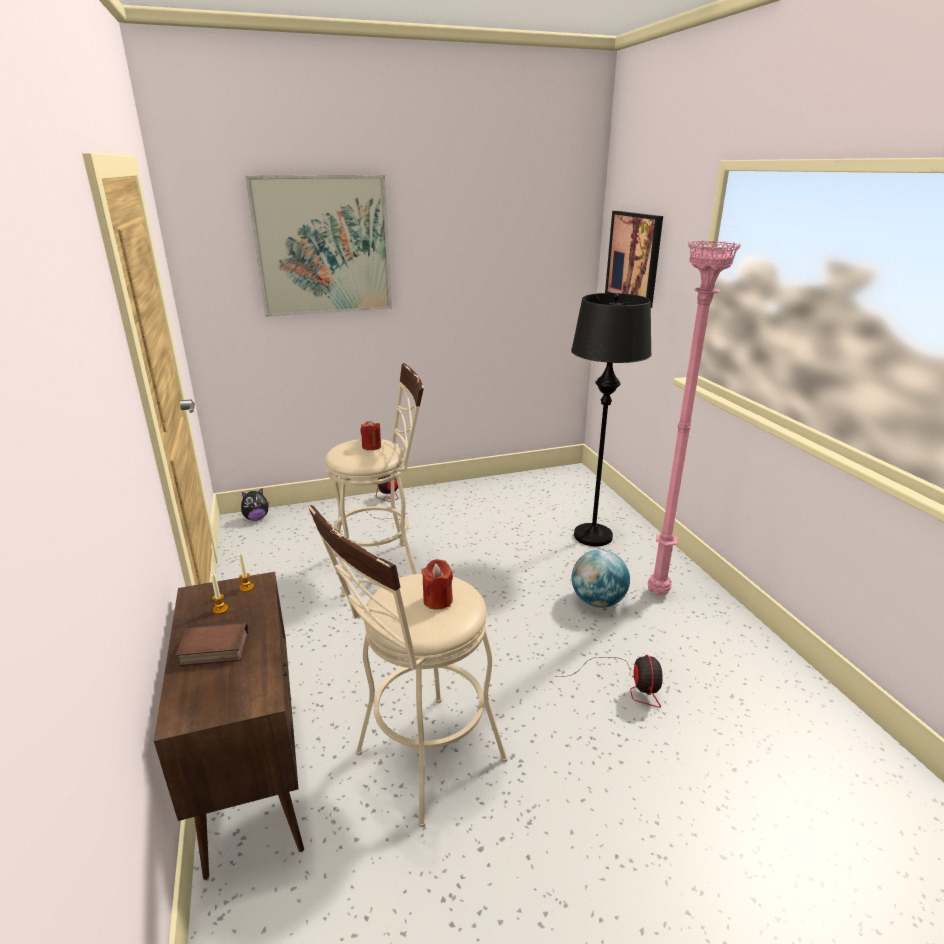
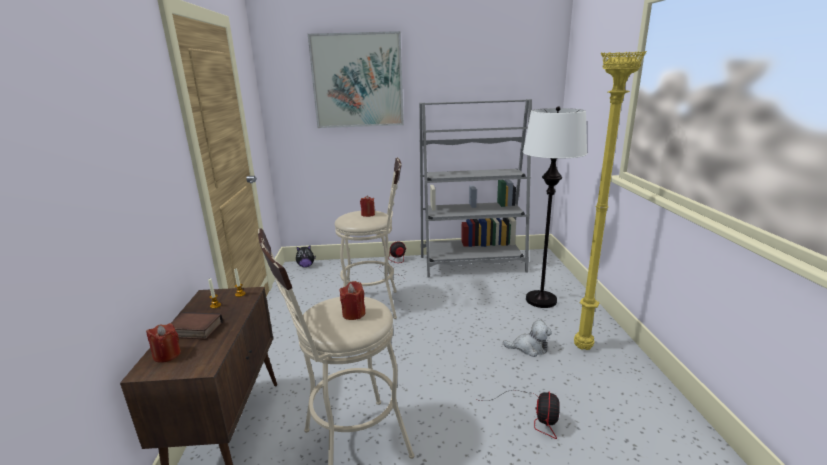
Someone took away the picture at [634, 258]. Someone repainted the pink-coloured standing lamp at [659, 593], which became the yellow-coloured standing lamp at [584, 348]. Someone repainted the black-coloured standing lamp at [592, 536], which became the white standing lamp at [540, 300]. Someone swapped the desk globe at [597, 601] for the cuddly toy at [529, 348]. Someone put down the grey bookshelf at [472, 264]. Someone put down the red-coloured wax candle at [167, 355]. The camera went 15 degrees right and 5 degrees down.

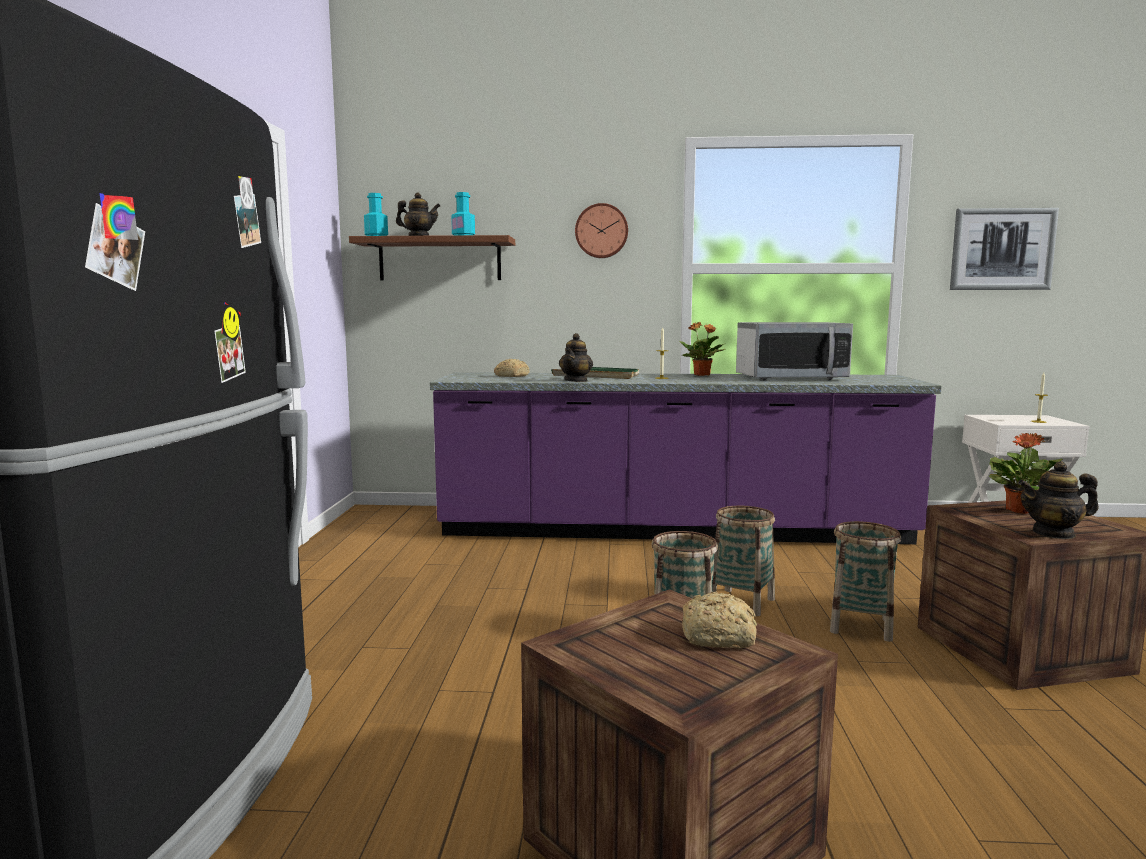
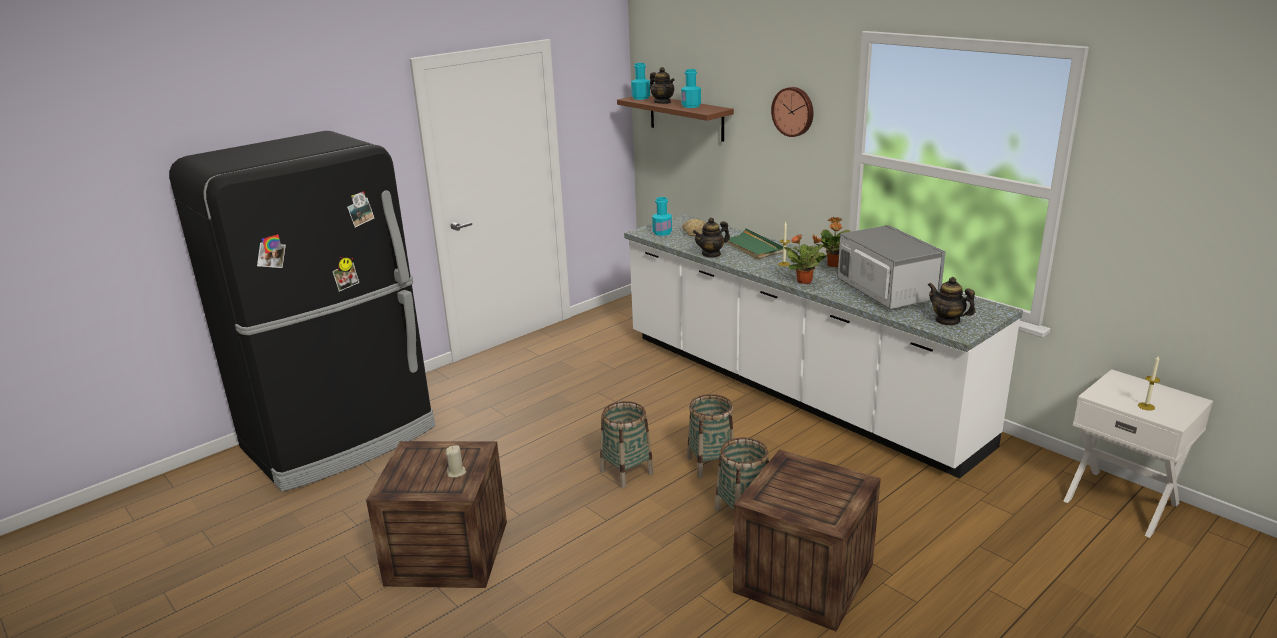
Someone took away the picture at [1002, 249]. Someone rotated the kitchen microwave at [790, 378] by 150 degrees counterclockwise. Someone repainted the purple-coloured kitchen counter at [672, 530], which became the white kitchen counter at [792, 389]. Someone carried the potted plant from [1020, 510] to [805, 281]. Someone carried the tea pot from [1054, 533] to [947, 321]. Someone swapped the bakery bread at [720, 637] for the beige-coloured wax candle at [456, 473]. Someone put down the blue-green drink bottle at [662, 233]. The camera went 45 degrees right and 15 degrees up.

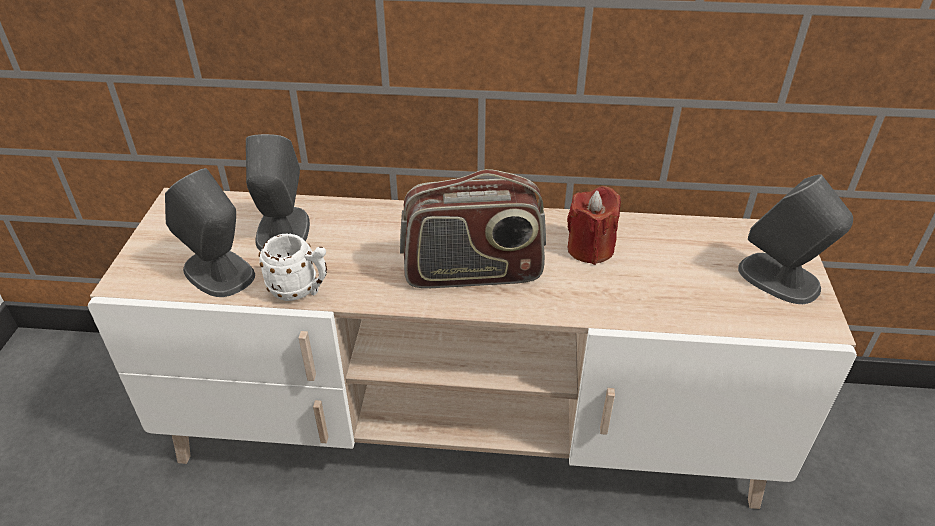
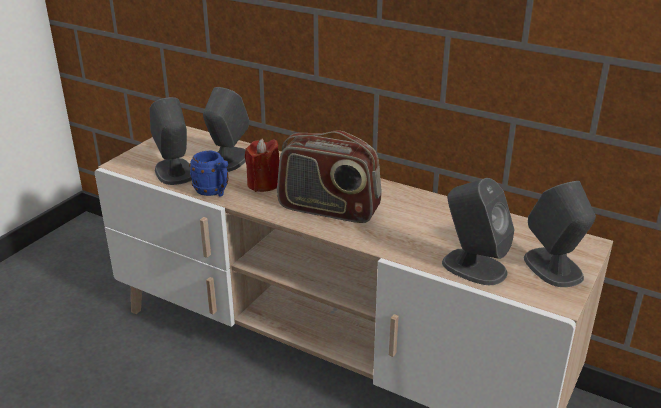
Someone carried the red-coloured wax candle from [590, 249] to [264, 184]. Someone repainted the white coffee mug at [300, 290], which became the bluish coffee mug at [214, 192]. Someone put down the grey audio speaker at [473, 267]. The camera went 25 degrees right and 10 degrees down.

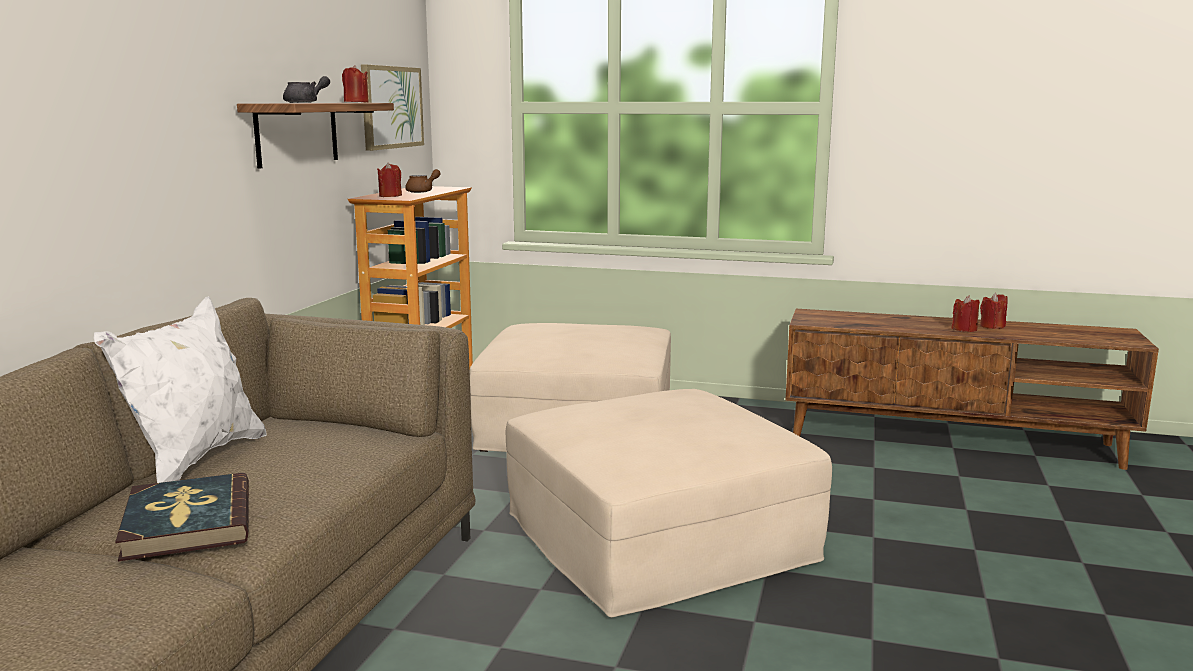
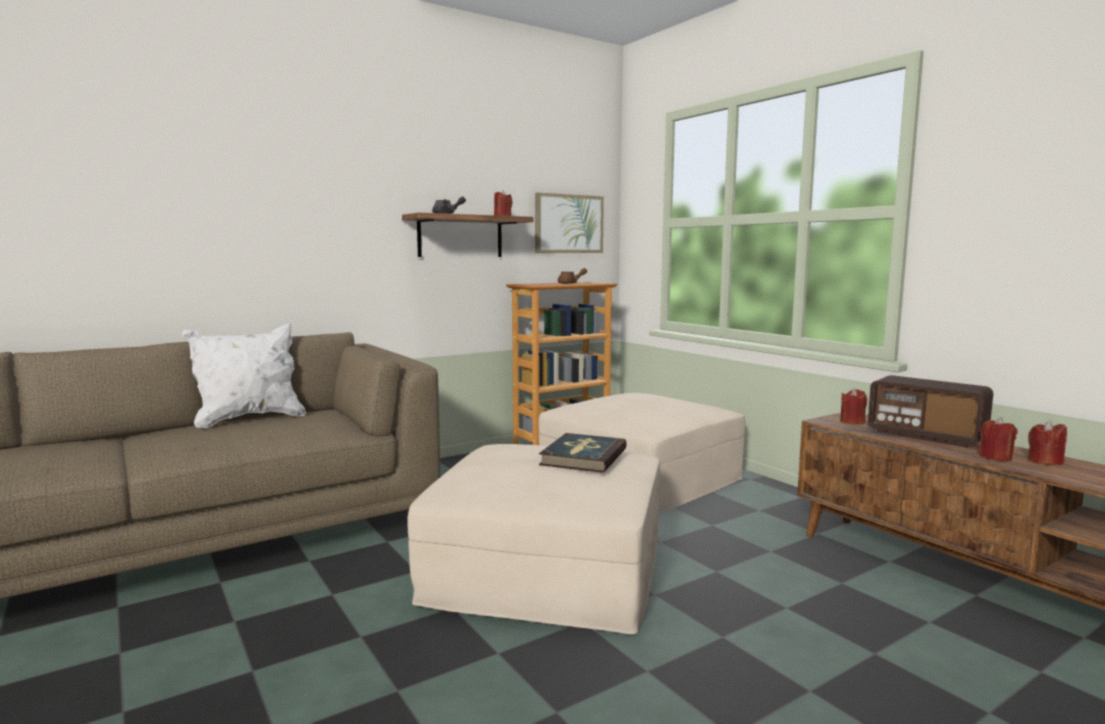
Someone carried the red-coloured wax candle from [390, 196] to [852, 421]. Someone carried the book from [187, 522] to [583, 457]. Someone put down the radio receiver at [926, 435]. The camera went 40 degrees right and 5 degrees down.

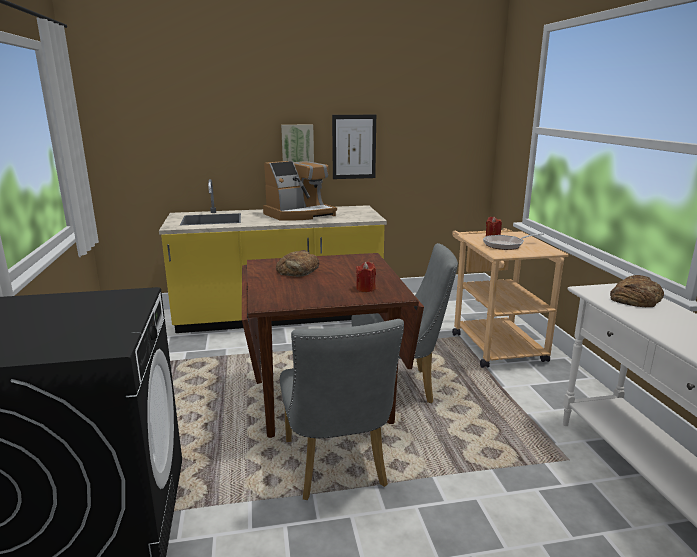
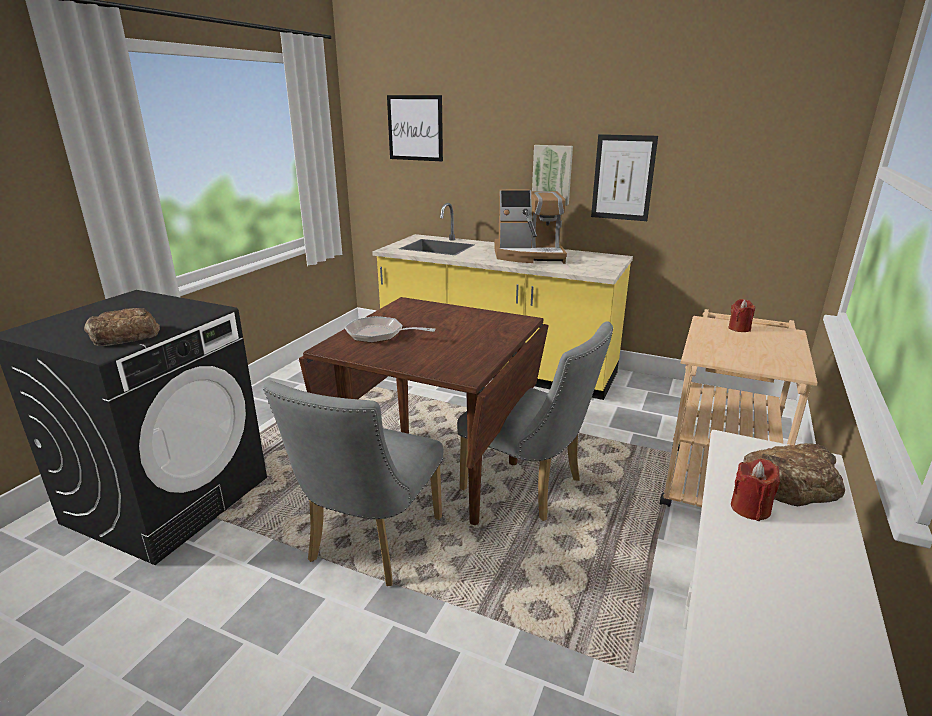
Someone carried the skillet from [506, 245] to [379, 334]. Someone carried the bakery bread from [298, 270] to [124, 335]. Someone carried the red-coloured wax candle from [365, 289] to [750, 508]. Someone put up the picture at [415, 128]. The camera went 35 degrees right and 5 degrees up.

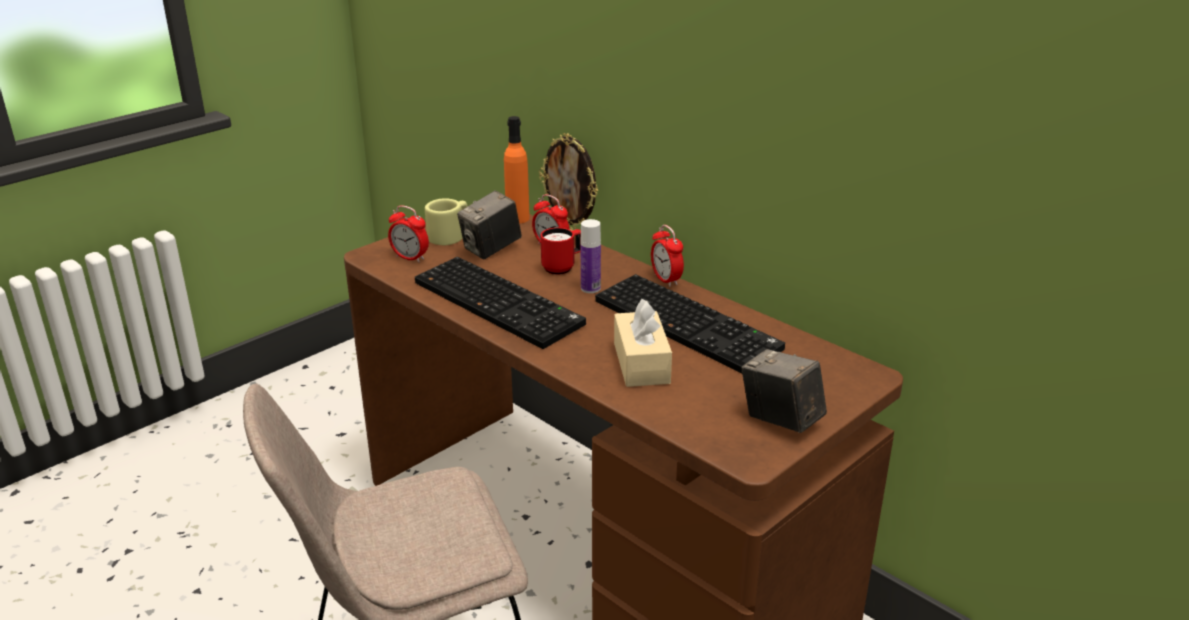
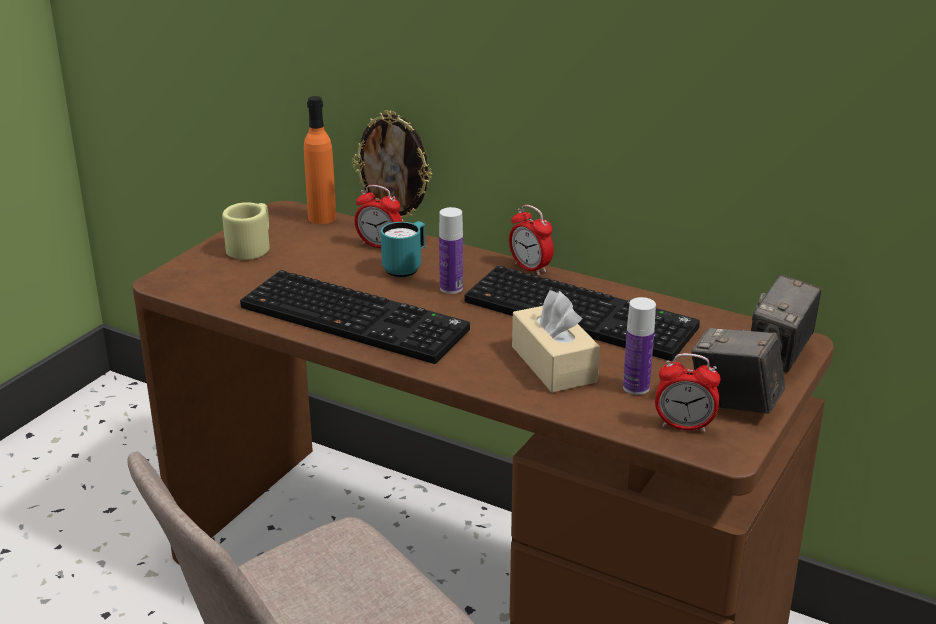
Someone carried the still camera from [491, 249] to [779, 356]. Someone carried the table clock from [410, 258] to [684, 426]. Someone repainted the red-coloured coffee mug at [562, 267], which became the blue-green coffee mug at [406, 268]. Someone put down the drink bottle at [636, 387]. The camera went 15 degrees left and 0 degrees up.

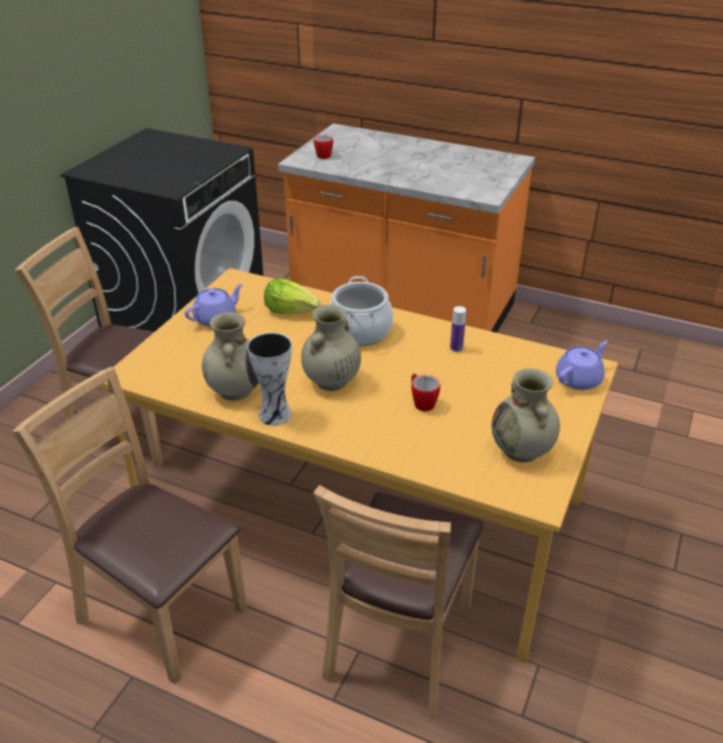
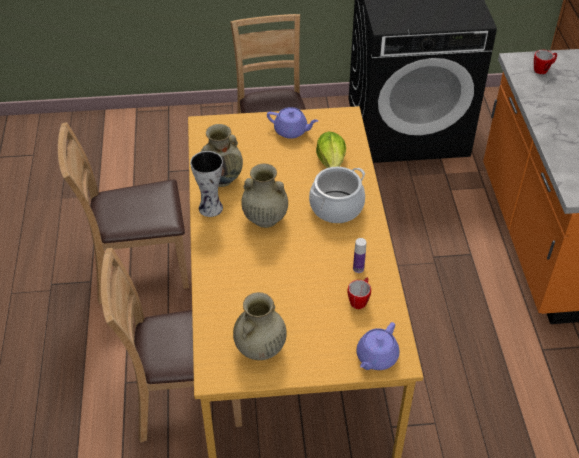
Someone rotated the purple-coloured tea pot at [579, 379] by 105 degrees clockwise. Someone rotated the brownish upright chair at [161, 612] by 105 degrees counterclockwise. Someone carried the coffee mug from [422, 402] to [359, 300]. The camera went 60 degrees right and 10 degrees up.

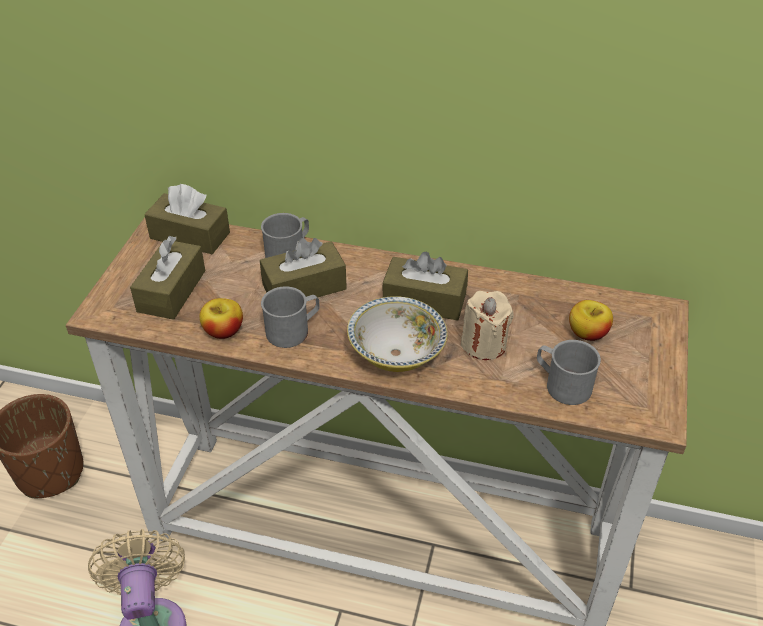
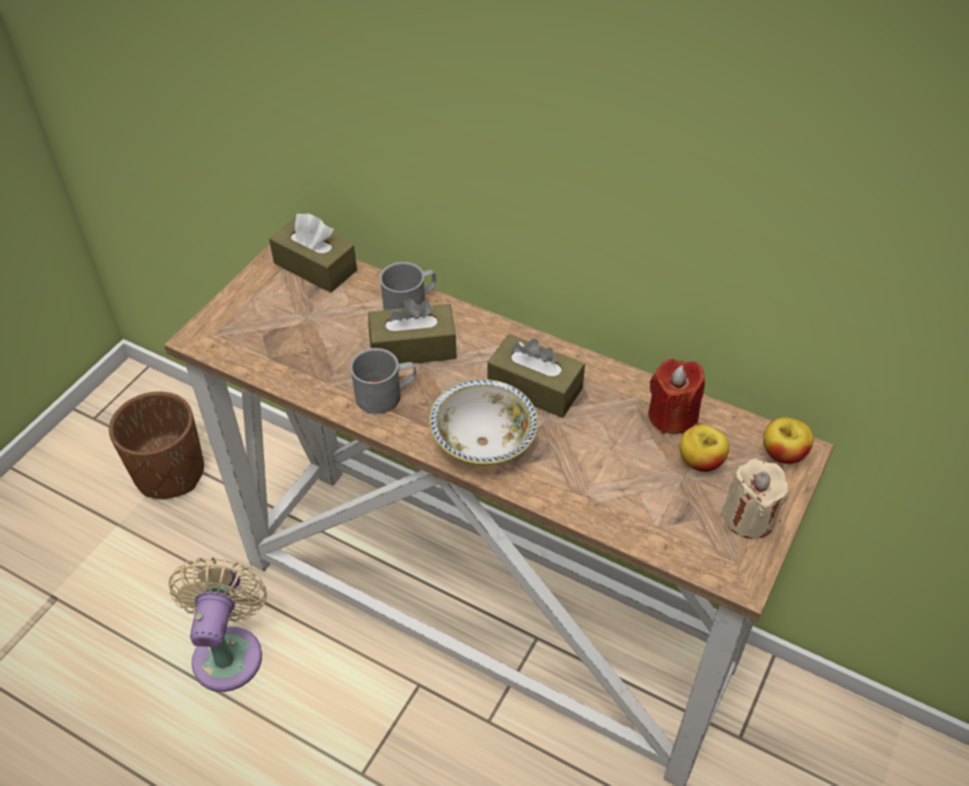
Someone took away the brownish box of tissues at [171, 291]. Someone carried the beige-coloured wax candle from [484, 344] to [749, 517]. Someone carried the apple from [223, 331] to [783, 454]. Someone took away the grey coffee mug at [562, 384]. Someone put down the red-coloured wax candle at [672, 416]. The camera went 15 degrees right and 5 degrees up.

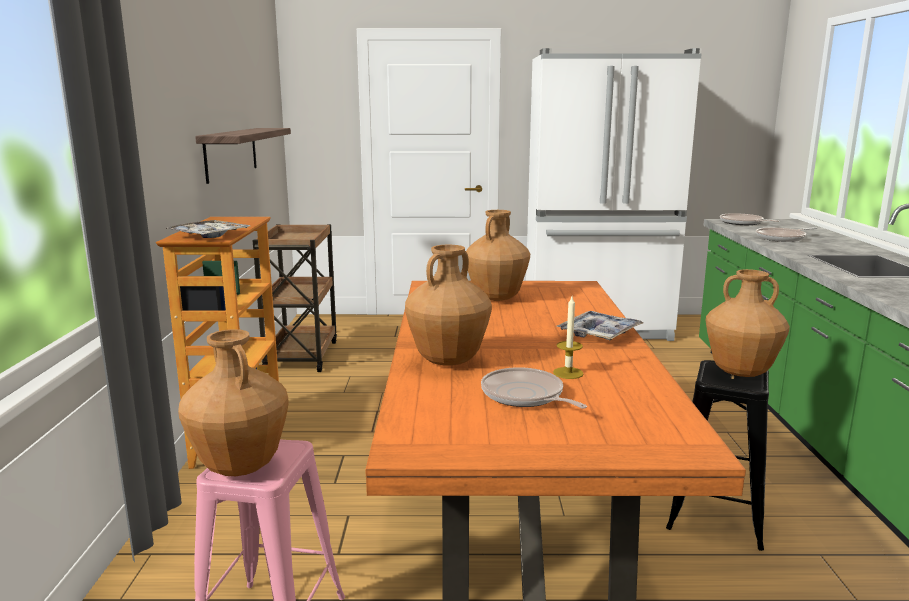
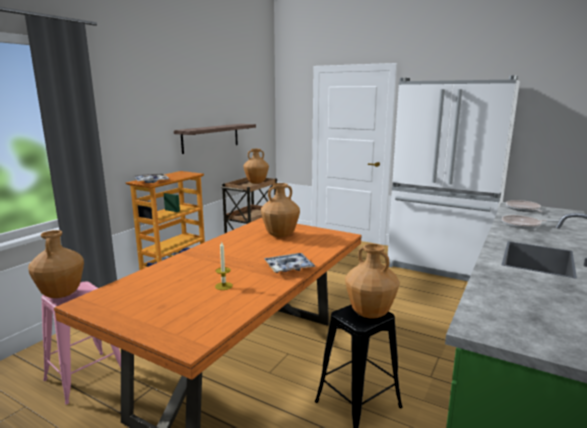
Someone carried the brownish decorative vase from [447, 361] to [256, 183]. Someone took away the skillet at [525, 396]. The camera went 30 degrees right and 0 degrees up.

